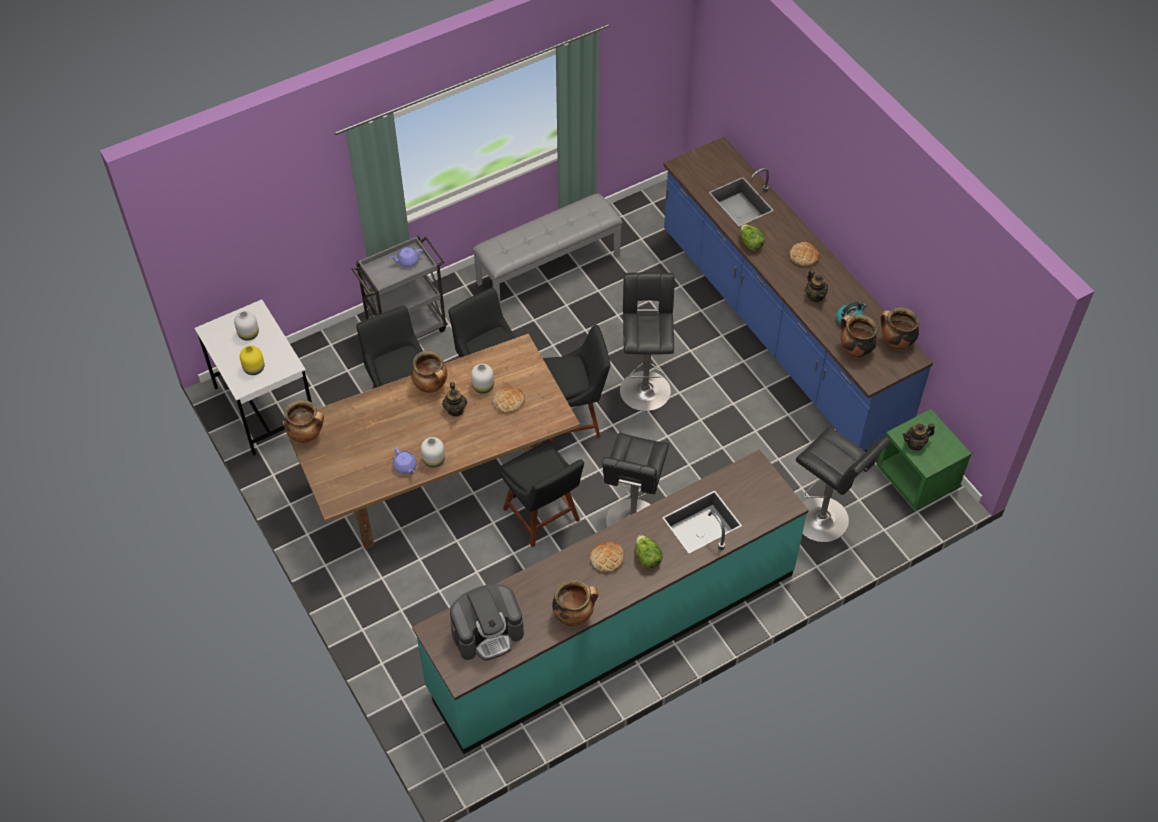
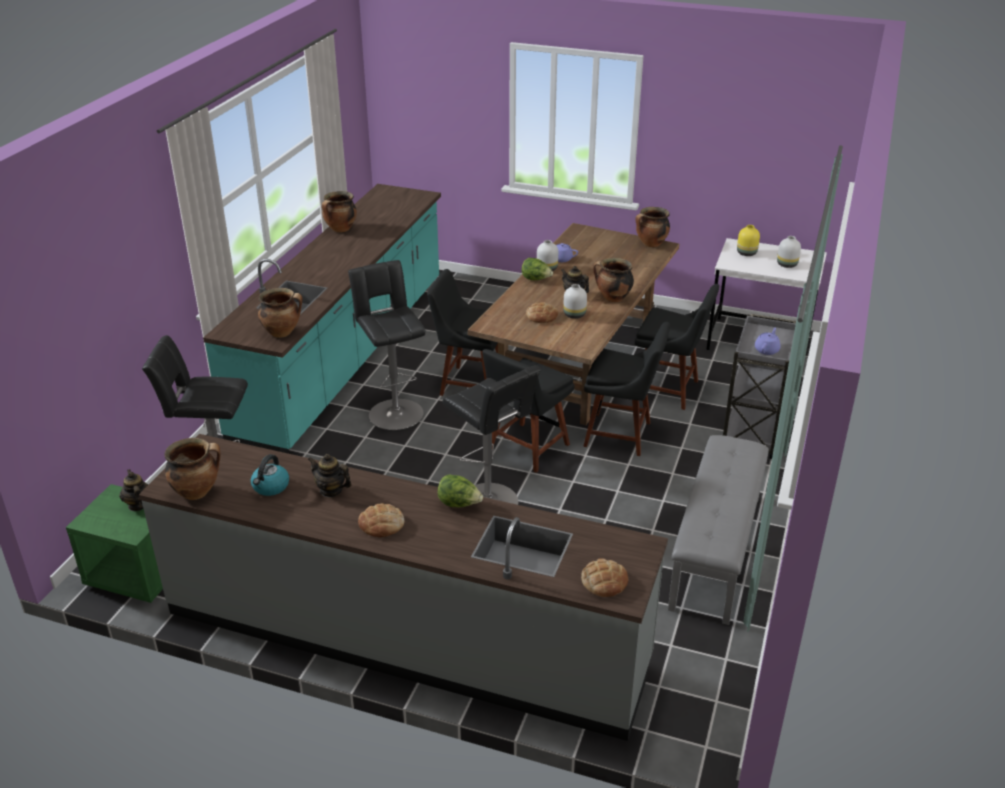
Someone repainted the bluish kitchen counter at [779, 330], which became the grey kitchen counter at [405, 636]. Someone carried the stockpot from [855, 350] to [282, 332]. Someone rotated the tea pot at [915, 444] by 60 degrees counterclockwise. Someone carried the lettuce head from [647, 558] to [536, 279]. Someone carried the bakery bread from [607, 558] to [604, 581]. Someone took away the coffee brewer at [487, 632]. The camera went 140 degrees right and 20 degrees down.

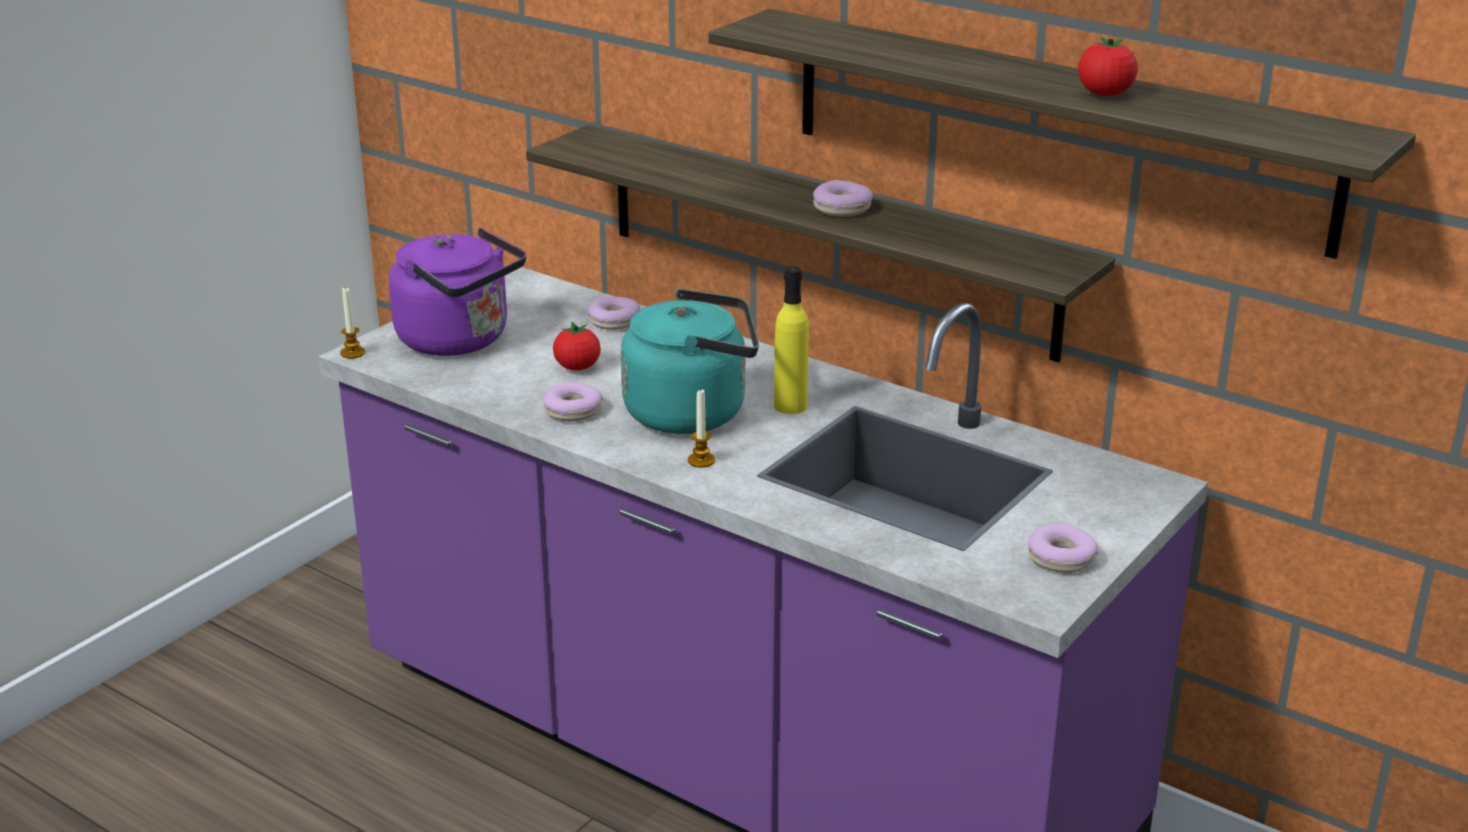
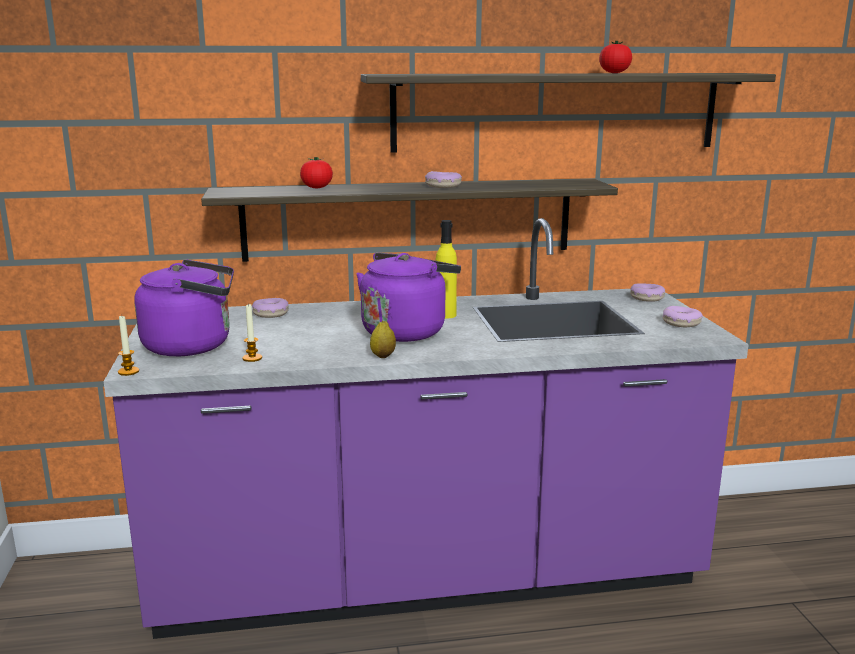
Someone repainted the blue-green tea kettle at [693, 412], which became the purple-coloured tea kettle at [406, 331]. Someone carried the fresh tomato from [577, 367] to [317, 188]. Someone carried the ring doughnut from [573, 411] to [647, 298]. Someone carried the wax candle from [701, 460] to [252, 358]. Someone put down the whole lemon at [383, 356]. The camera went 45 degrees left and 10 degrees down.

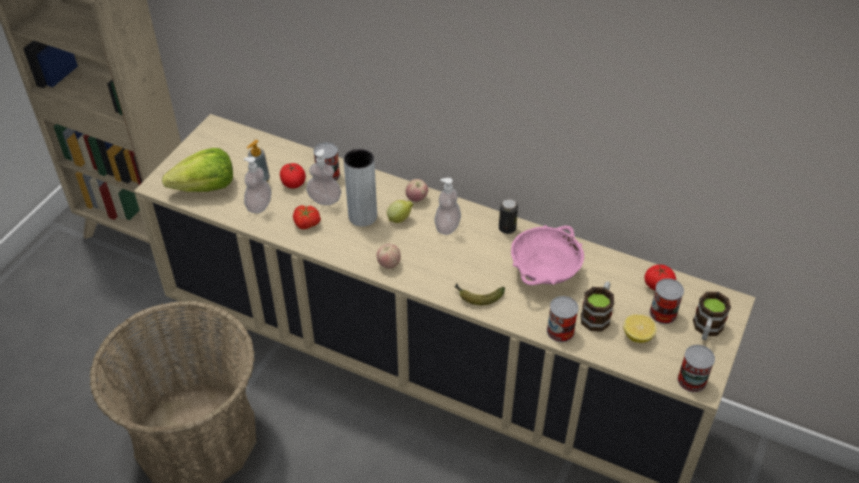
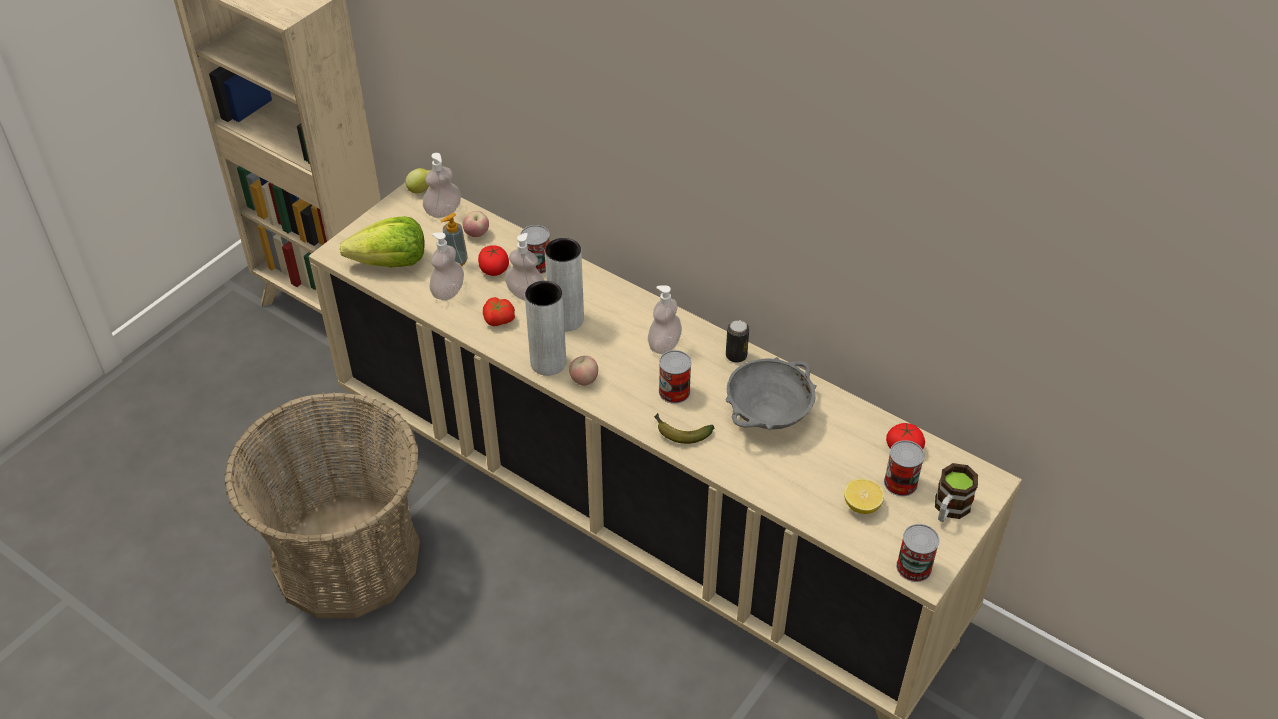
Someone carried the apple from [416, 199] to [476, 234]. Someone carried the whole lemon from [400, 219] to [421, 190]. Someone repainted the pink-coloured deep dish at [544, 272], which became the grey deep dish at [768, 414]. Someone took away the coffee mug at [597, 315]. Someone carried the can from [560, 331] to [674, 391]. Someone put down the liquid soap bottle at [443, 211]. Someone put down the grey decorative vase at [548, 363]. The camera went 10 degrees right and 0 degrees up.

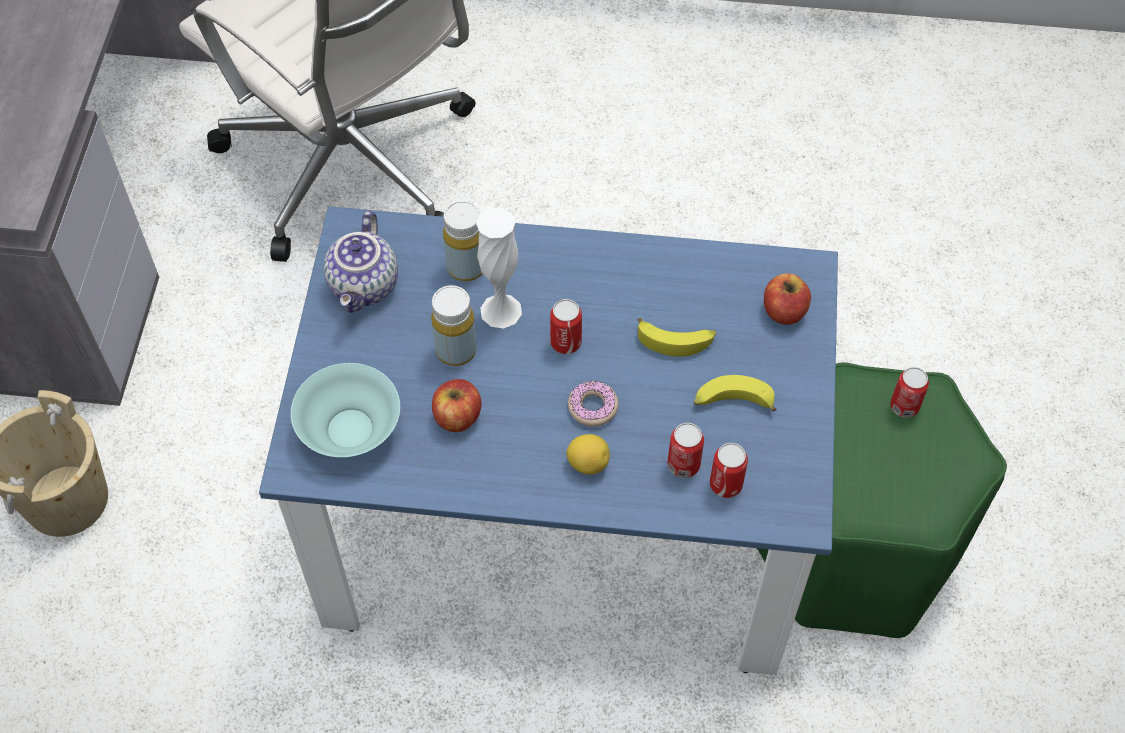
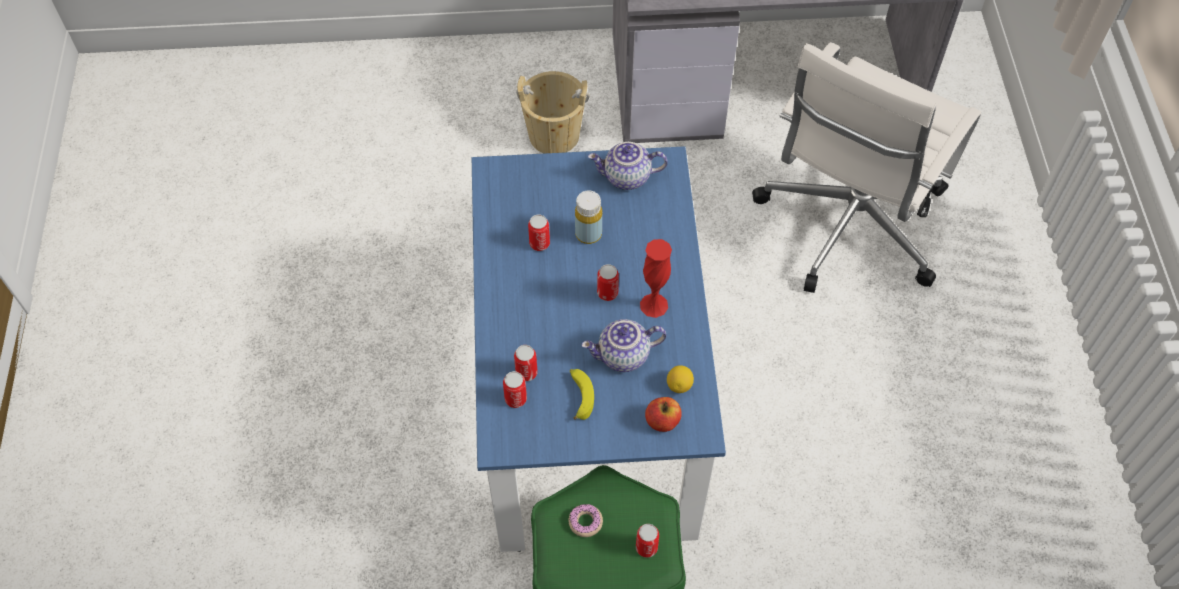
Someone took away the yellow-coloured drink bottle at [466, 267]. Someone took away the white decorative vase at [501, 311]. Someone swapped the whole banana at [676, 340] for the tea pot at [623, 356]. Someone took away the blue-green deep dish at [349, 428]. Someone swapped the apple at [457, 417] for the can at [539, 243]. Someone carried the ring doughnut from [593, 407] to [585, 522]. Someone carried the whole lemon from [588, 463] to [679, 385]. Someone put down the red-coloured decorative vase at [654, 305]. The camera went 80 degrees right and 0 degrees up.

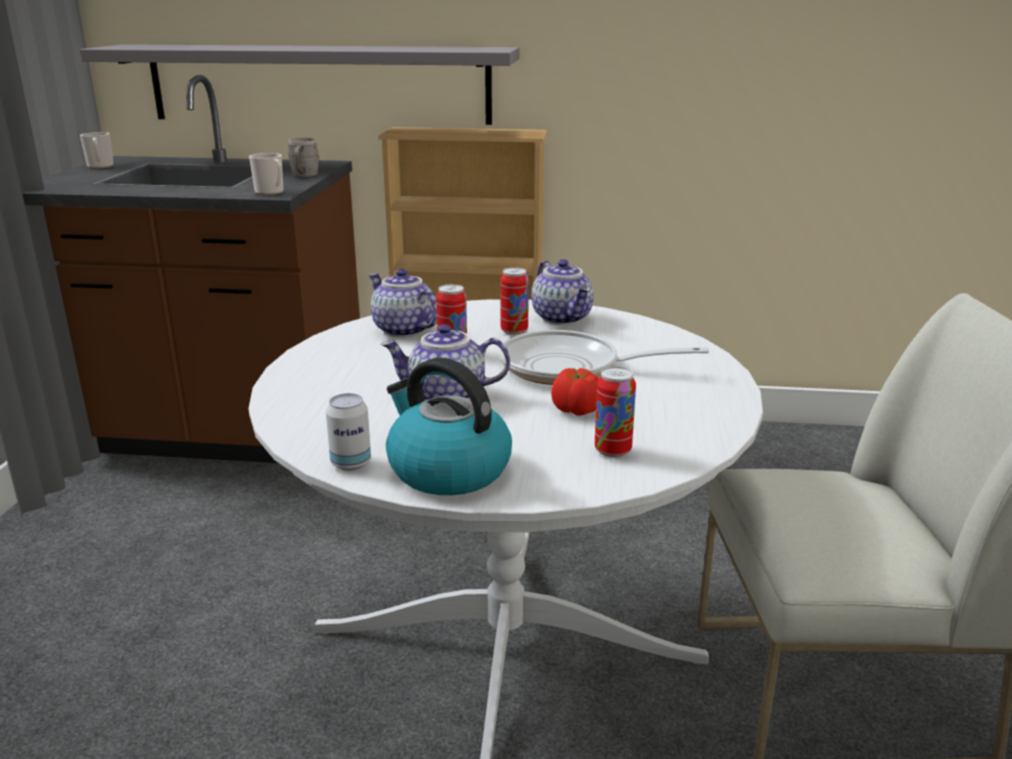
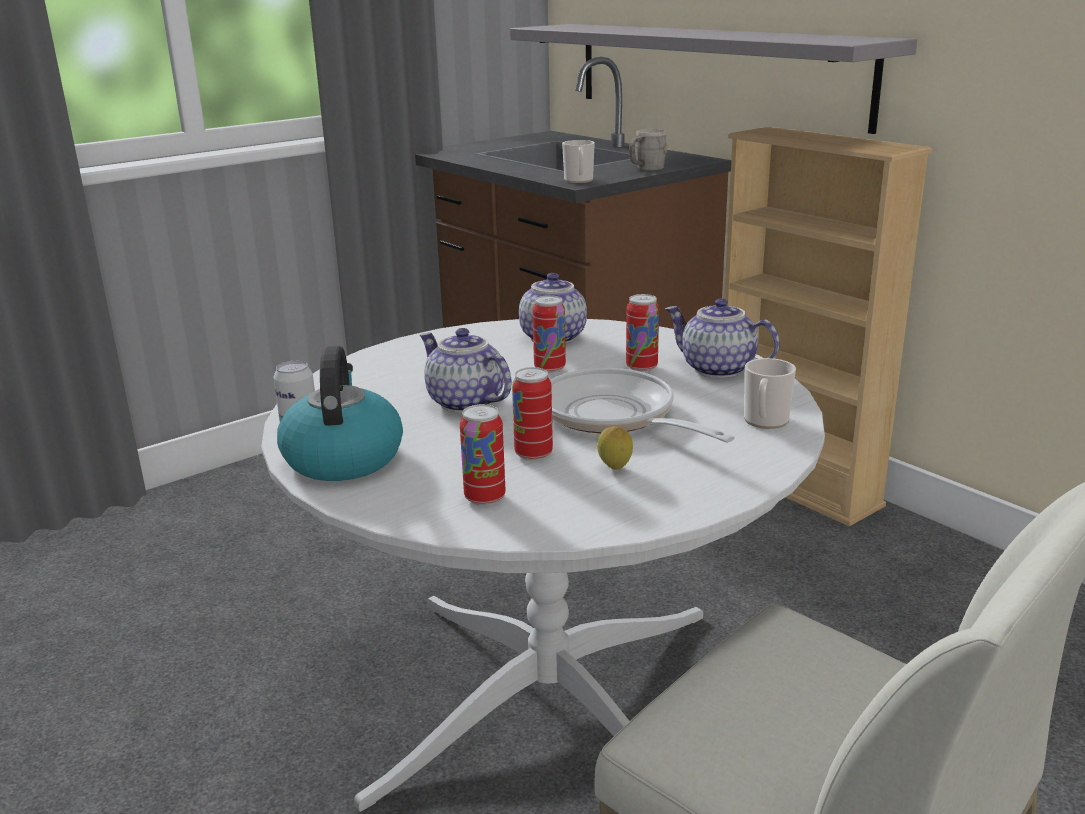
Someone carried the coffee mug from [100, 166] to [765, 422]. Someone rotated the tea pot at [563, 318] by 105 degrees clockwise. Someone swapped the fresh tomato at [576, 411] for the can at [533, 454]. Someone put down the whole lemon at [614, 469]. The camera went 45 degrees right and 0 degrees up.

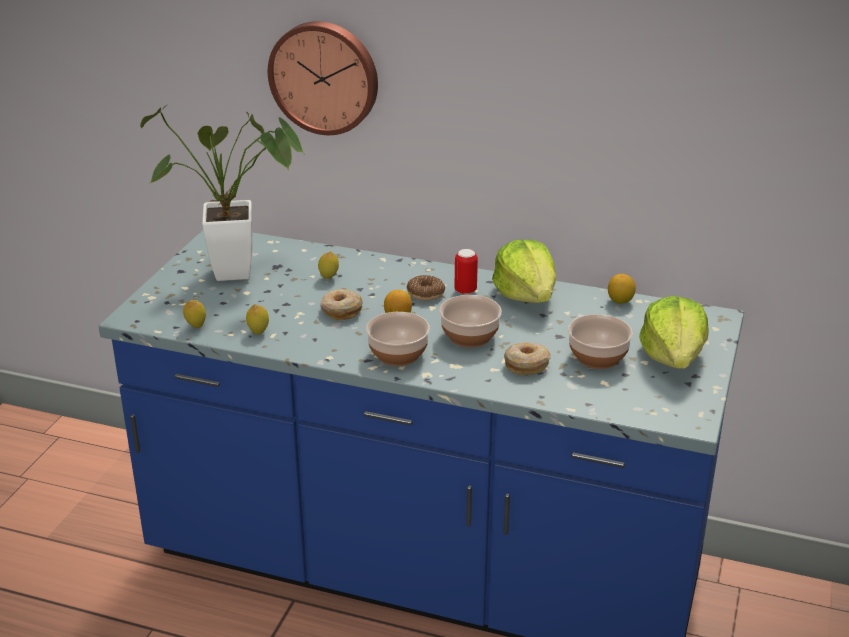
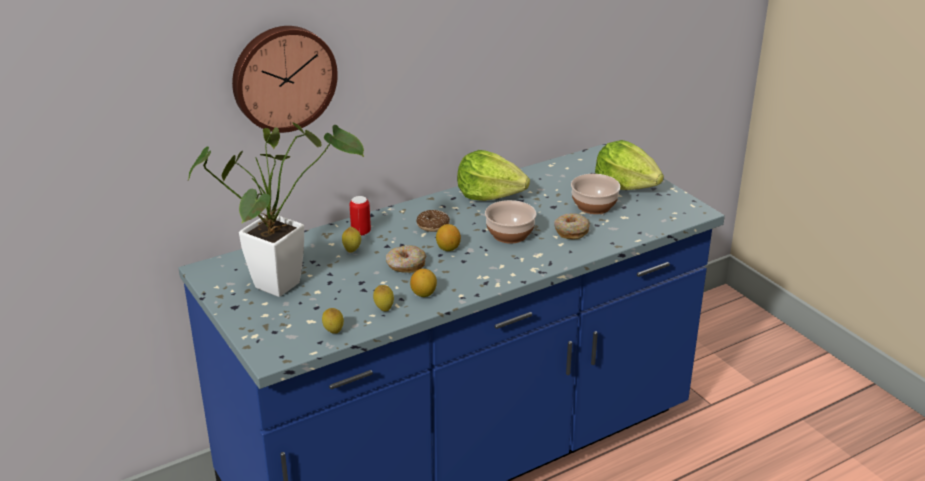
Someone carried the can from [465, 290] to [361, 232]. Someone carried the whole lemon from [620, 301] to [424, 294]. Someone took away the deep dish at [398, 354]. The camera went 50 degrees left and 0 degrees up.

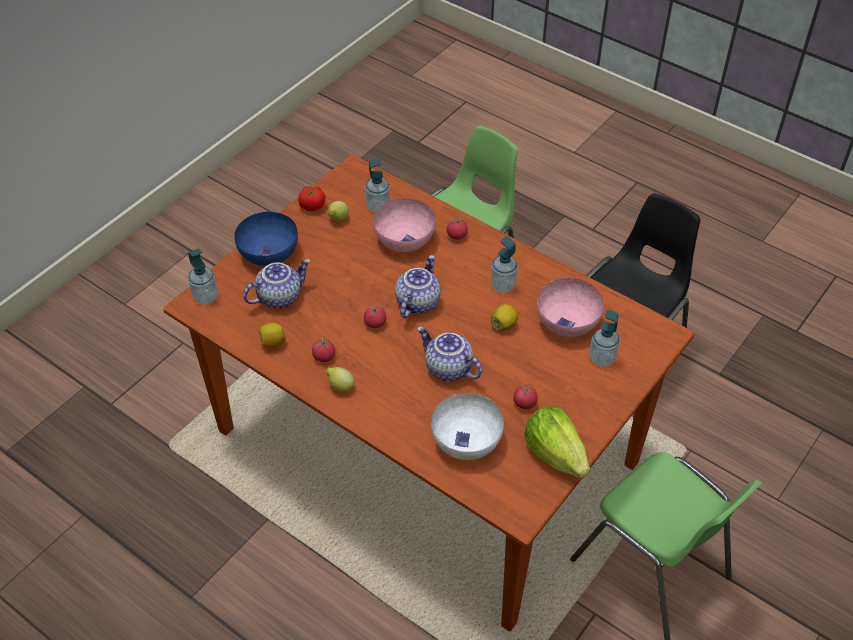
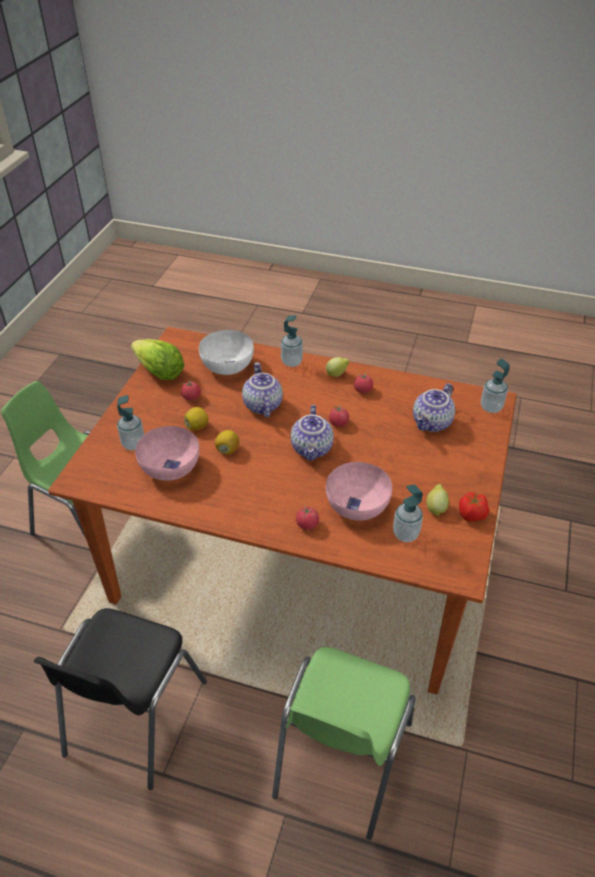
Someone took away the bluish deep dish at [269, 253]. Someone carried the liquid soap bottle from [503, 285] to [291, 362]. Someone carried the whole lemon from [272, 343] to [197, 426]. Someone rotated the tea pot at [447, 369] by 120 degrees counterclockwise. The camera went 160 degrees right and 5 degrees down.

